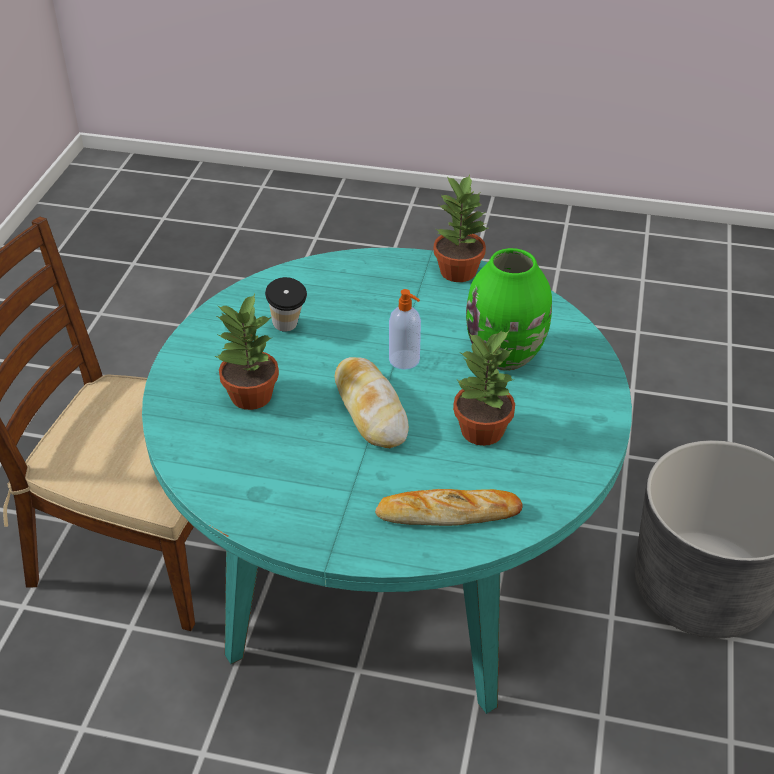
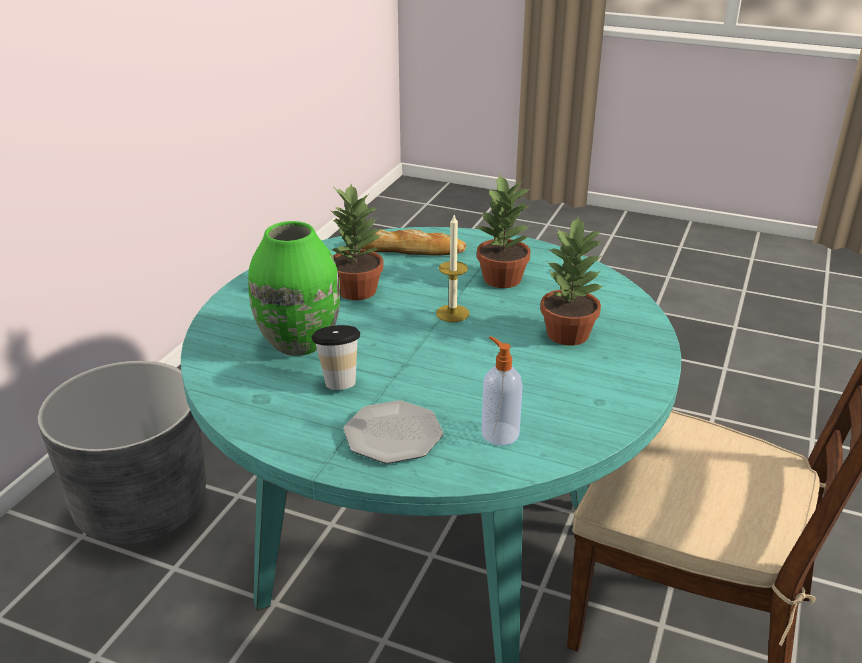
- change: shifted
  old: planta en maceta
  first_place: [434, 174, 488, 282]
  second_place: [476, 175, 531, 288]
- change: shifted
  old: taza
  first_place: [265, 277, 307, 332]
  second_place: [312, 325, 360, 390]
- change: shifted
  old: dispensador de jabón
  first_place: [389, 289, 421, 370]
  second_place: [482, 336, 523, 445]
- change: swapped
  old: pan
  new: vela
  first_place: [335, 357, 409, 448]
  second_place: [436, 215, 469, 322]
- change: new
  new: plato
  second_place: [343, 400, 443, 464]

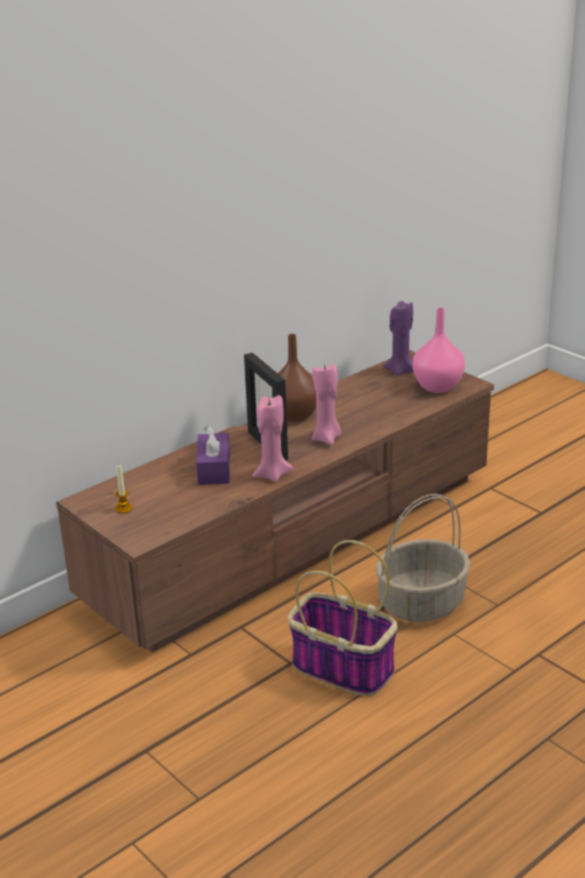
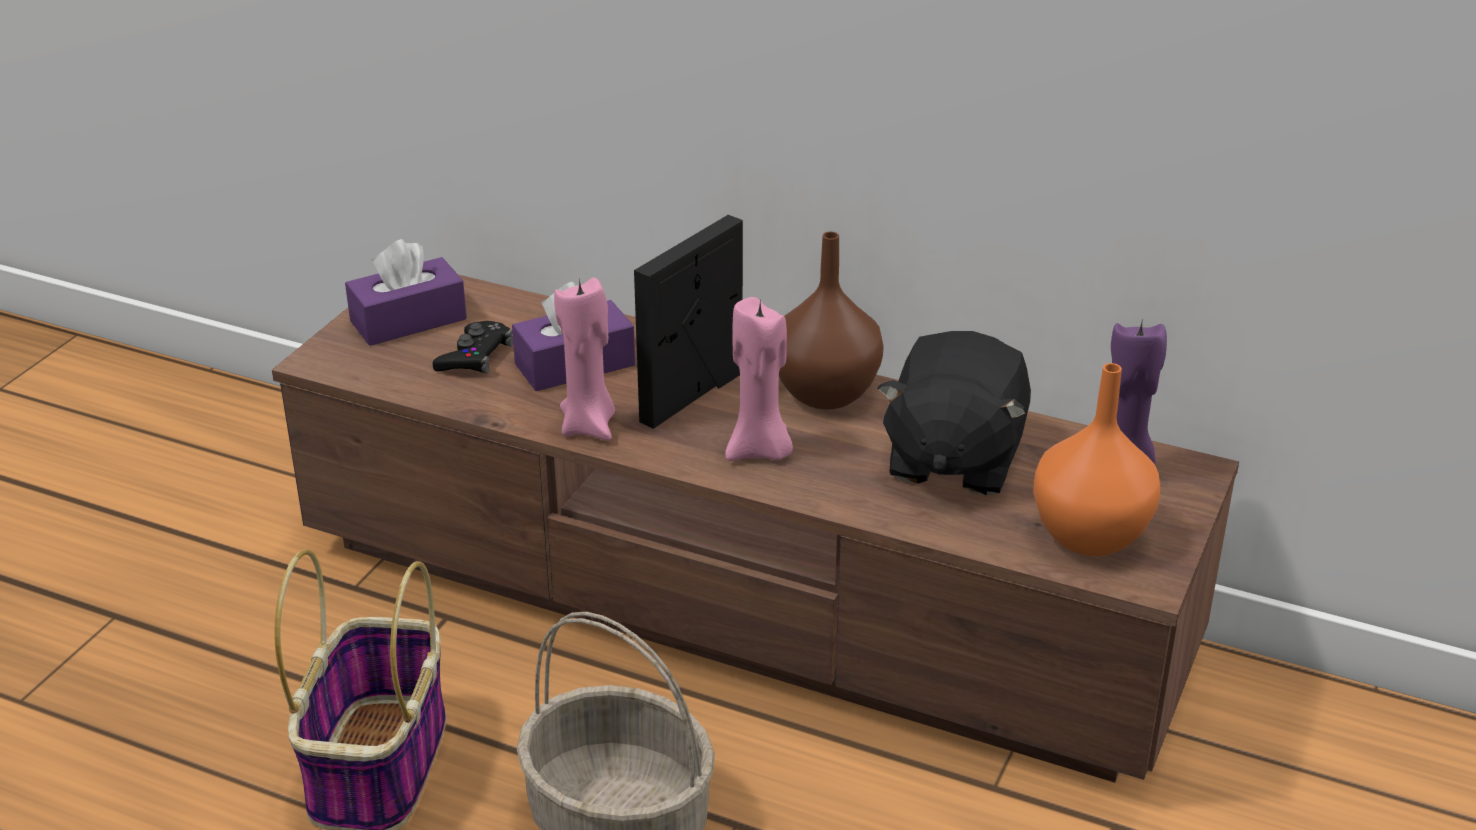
- change: repainted
  old: florero (rosa)
  new: florero (naranja)
  first_place: [413, 308, 465, 393]
  second_place: [1033, 363, 1160, 556]
- change: swapped
  old: vela
  new: caja de pañuelos (morado)
  first_place: [115, 465, 133, 513]
  second_place: [345, 239, 467, 346]
- change: new
  new: mando de consola (negro)
  second_place: [432, 321, 513, 374]
- change: new
  new: peluche (negro)
  second_place: [877, 331, 1031, 496]

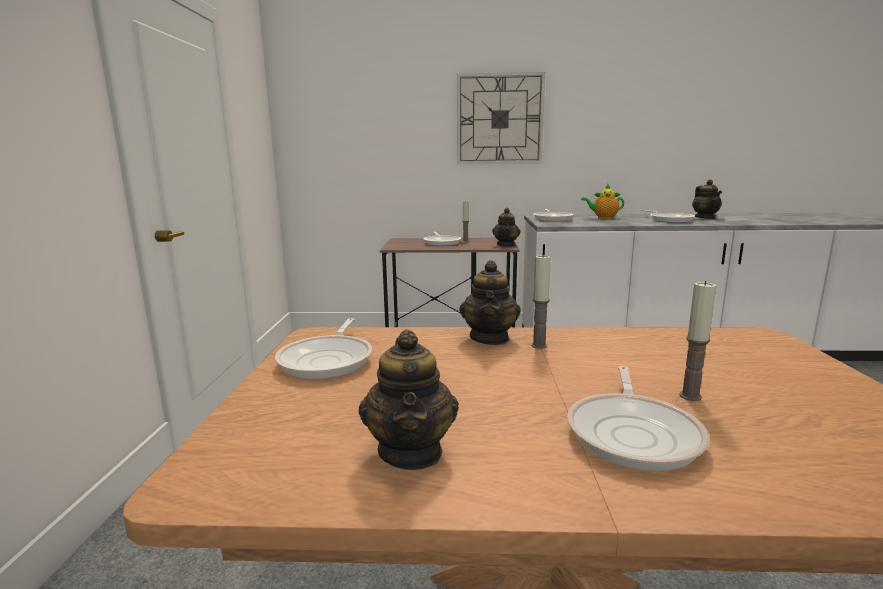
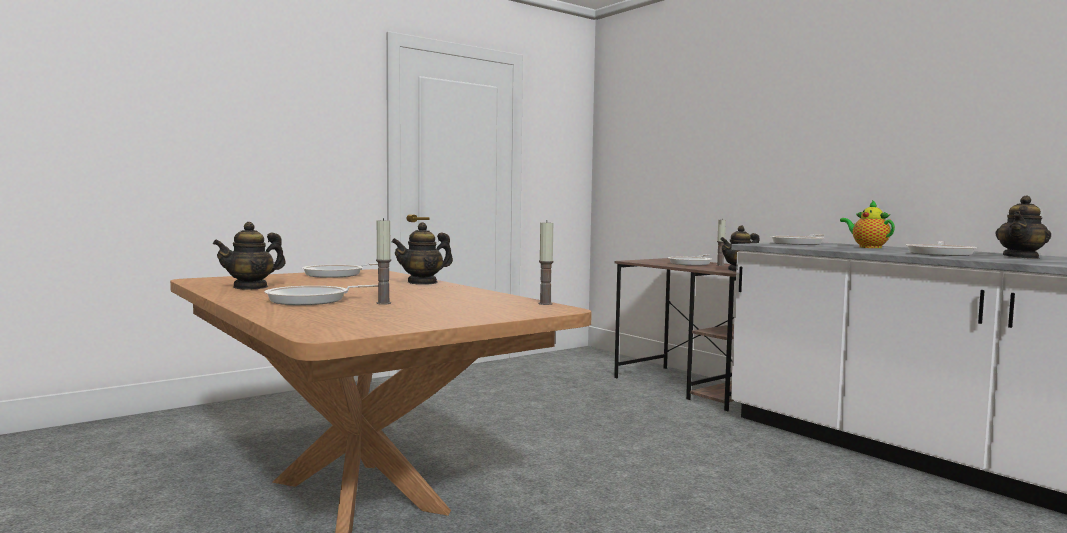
- change: gone
  old: reloj de pared
  first_place: [457, 72, 545, 164]
- change: shifted
  old: vela
  first_place: [531, 254, 551, 349]
  second_place: [538, 220, 554, 305]

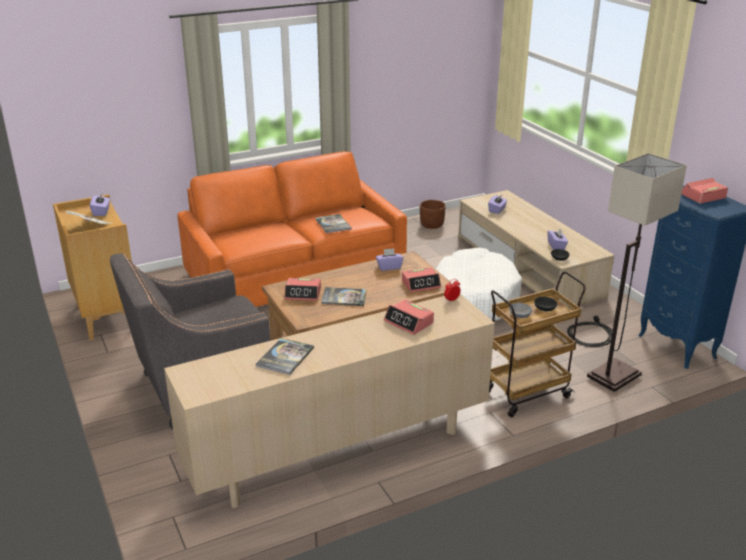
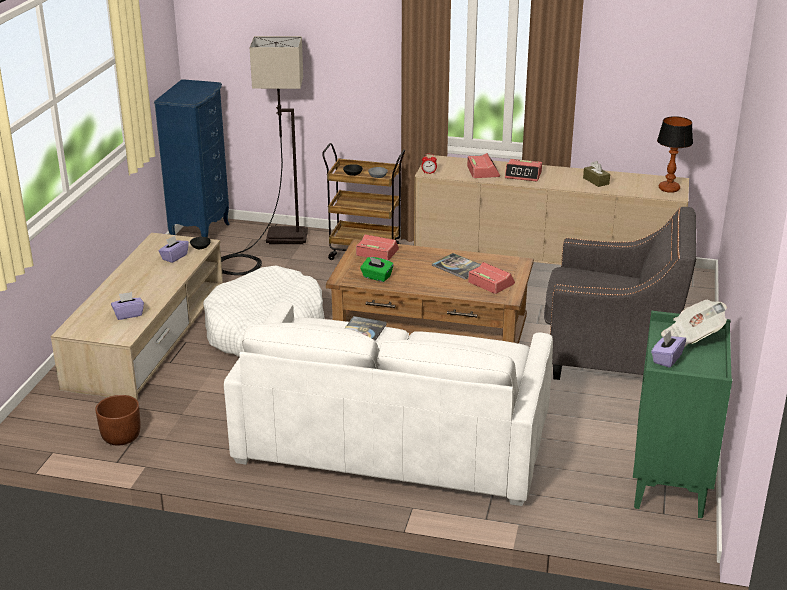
- change: repainted
  old: sofá (naranja)
  new: sofá (blanco)
  first_place: [177, 151, 407, 307]
  second_place: [224, 302, 553, 506]
- change: shifted
  old: despertador
  first_place: [681, 178, 728, 204]
  second_place: [505, 159, 542, 181]
- change: repainted
  old: armario (marrón)
  new: armario (verde)
  first_place: [53, 194, 132, 340]
  second_place: [633, 311, 732, 518]
- change: repainted
  old: caja de pañuelos (morado)
  new: caja de pañuelos (verde)
  first_place: [376, 248, 404, 271]
  second_place: [360, 257, 394, 282]
- change: swapped
  old: libro
  new: caja de pañuelos (marrón)
  first_place: [256, 338, 314, 375]
  second_place: [583, 161, 610, 187]
- change: new
  new: lámpara de mesa
  second_place: [657, 116, 693, 193]

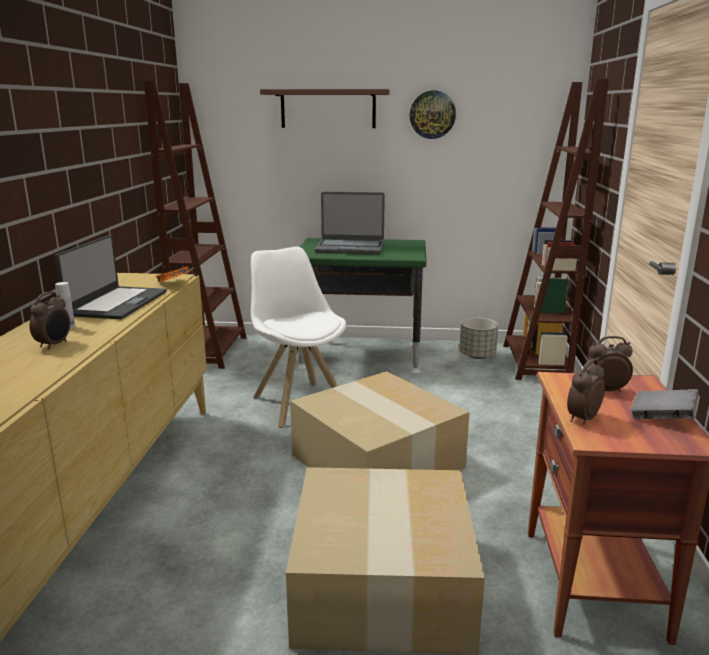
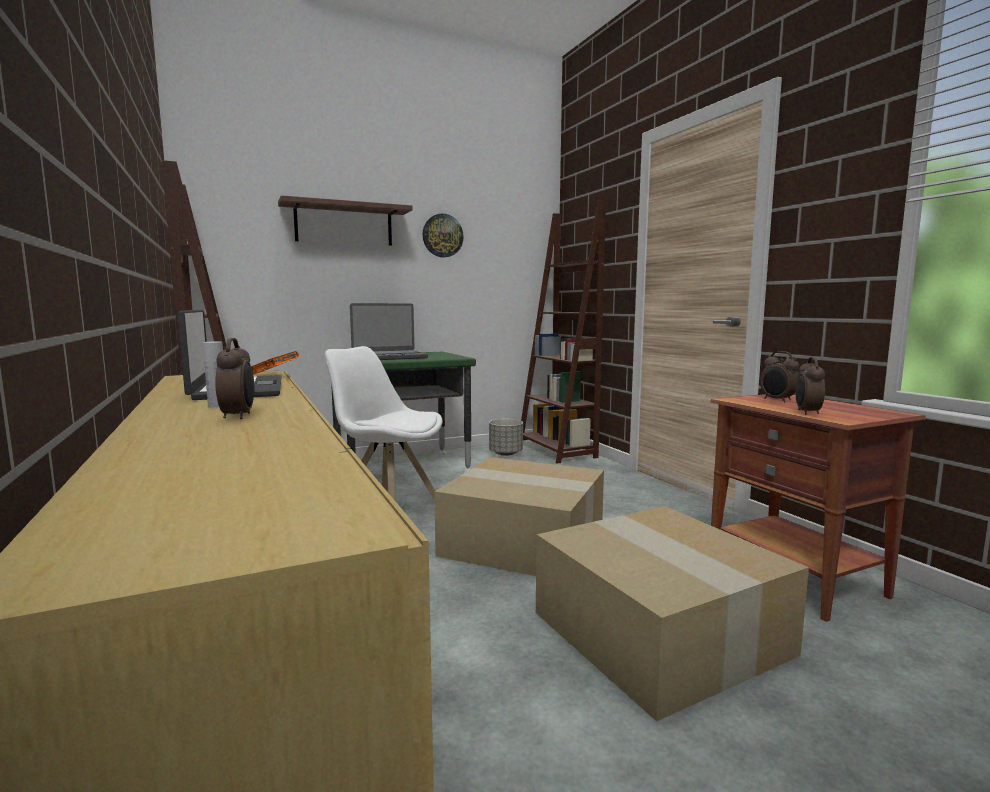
- change: rotated
  old: despertador
  first_place: [587, 336, 633, 392]
  second_place: [760, 351, 799, 402]
  degrees: -90
- change: gone
  old: libro (gris)
  first_place: [631, 389, 700, 419]

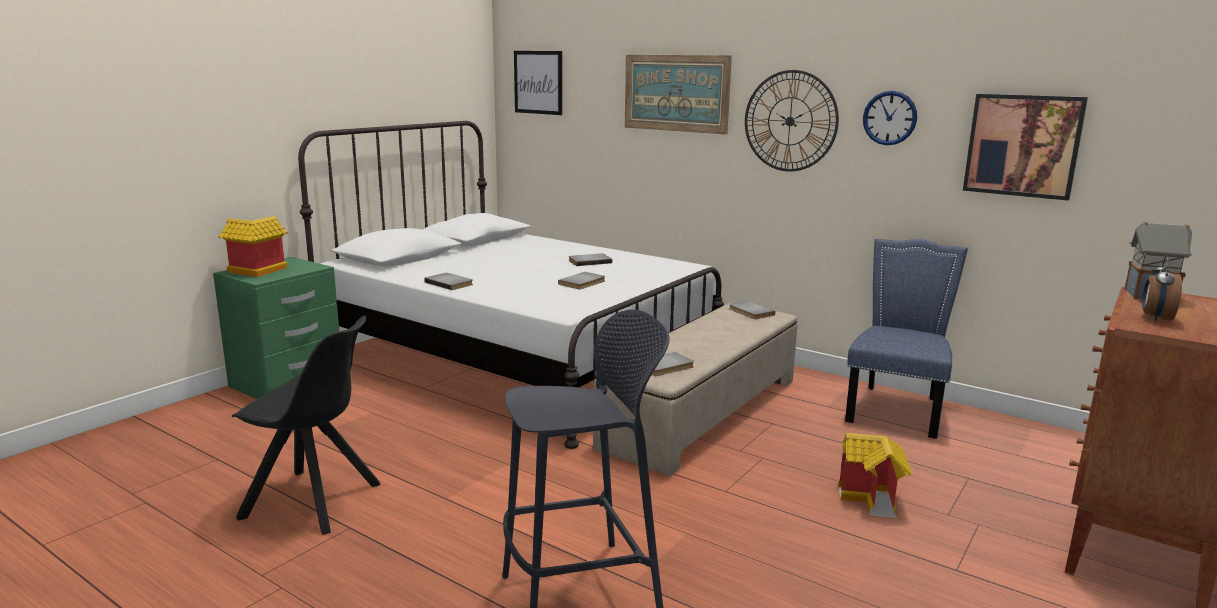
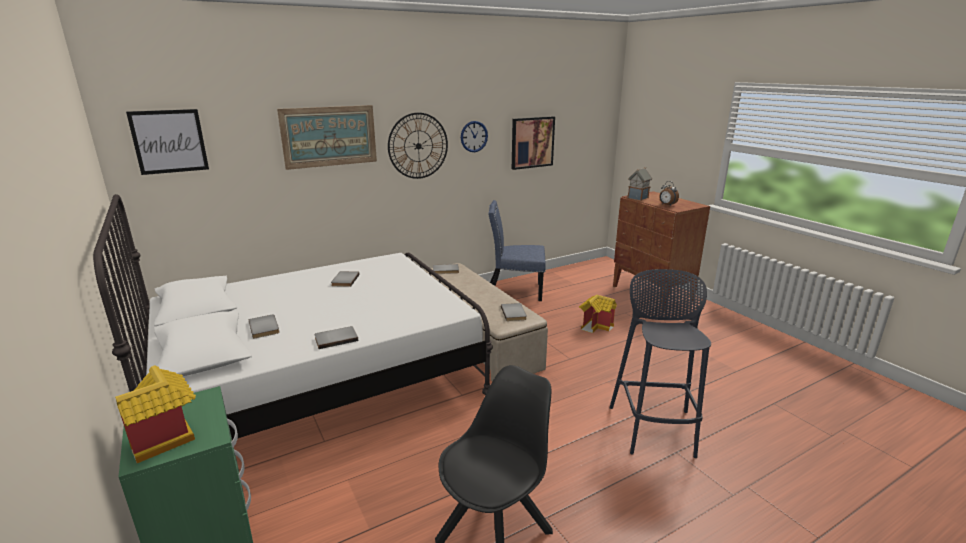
- change: rotated
  old: silla (azul)
  first_place: [845, 239, 968, 439]
  second_place: [488, 200, 546, 301]
  degrees: -45
- change: shifted
  old: libro (gris)
  first_place: [558, 272, 605, 289]
  second_place: [249, 314, 280, 339]

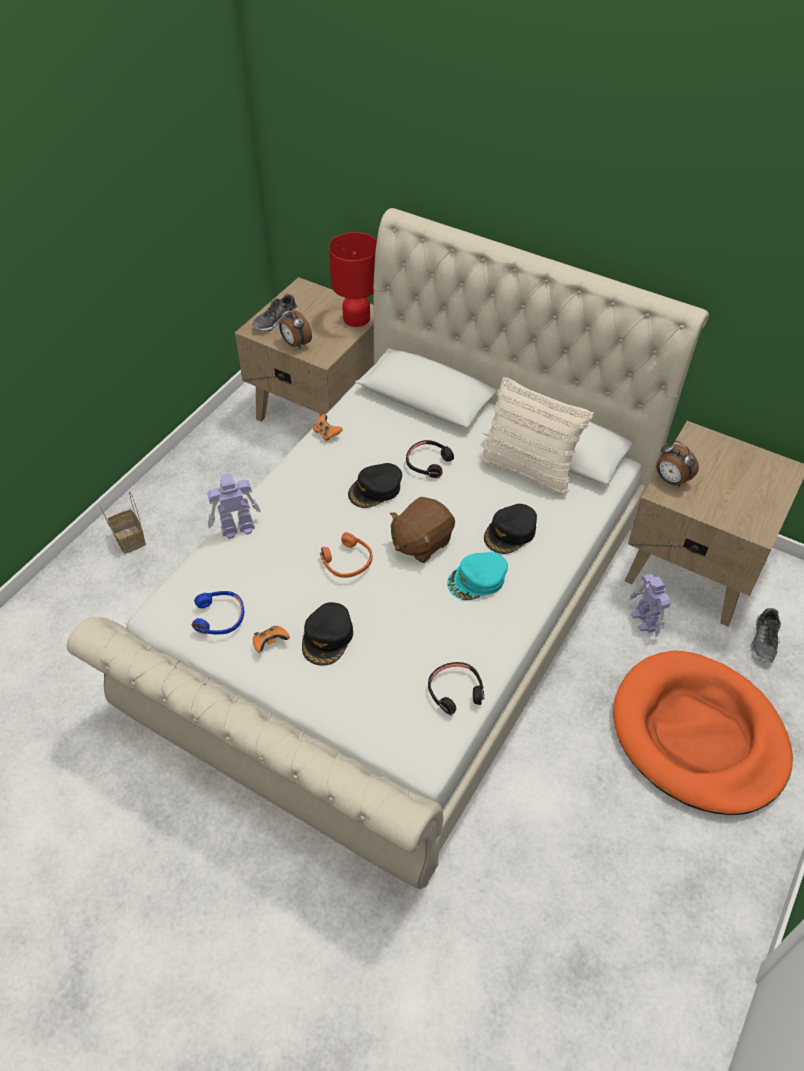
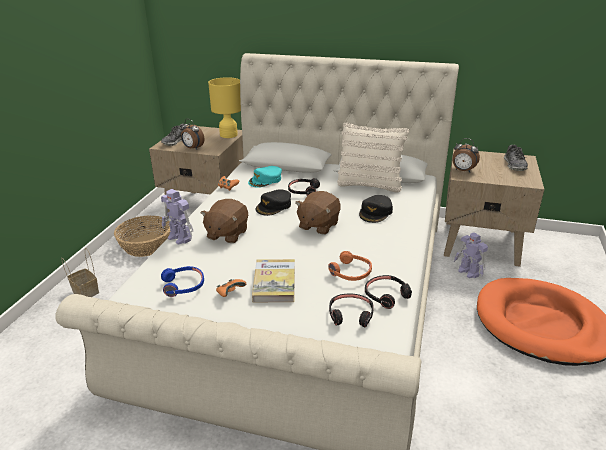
- change: repainted
  old: lámpara de mesa (rojo)
  new: lámpara de mesa (amarillo)
  first_place: [329, 232, 377, 327]
  second_place: [208, 77, 241, 138]
- change: rotated
  old: robot de juguete
  first_place: [207, 473, 260, 539]
  second_place: [161, 189, 193, 245]
  degrees: -105
- change: shifted
  old: auriculares (naranja)
  first_place: [320, 532, 373, 578]
  second_place: [328, 251, 372, 281]
- change: shifted
  old: gorra (turquesa)
  first_place: [447, 552, 508, 600]
  second_place: [248, 166, 282, 188]
- change: swapped
  old: gorra (negro)
  new: libro
  first_place: [302, 602, 353, 666]
  second_place: [252, 259, 295, 303]
- change: shifted
  old: zapato
  first_place: [751, 608, 781, 663]
  second_place: [504, 145, 528, 171]
- change: new
  new: peluche (marrón)
  second_place: [200, 199, 248, 243]
- change: new
  new: cesta
  second_place: [114, 216, 170, 257]
- change: new
  new: auriculares (negro)
  second_place: [329, 294, 374, 327]

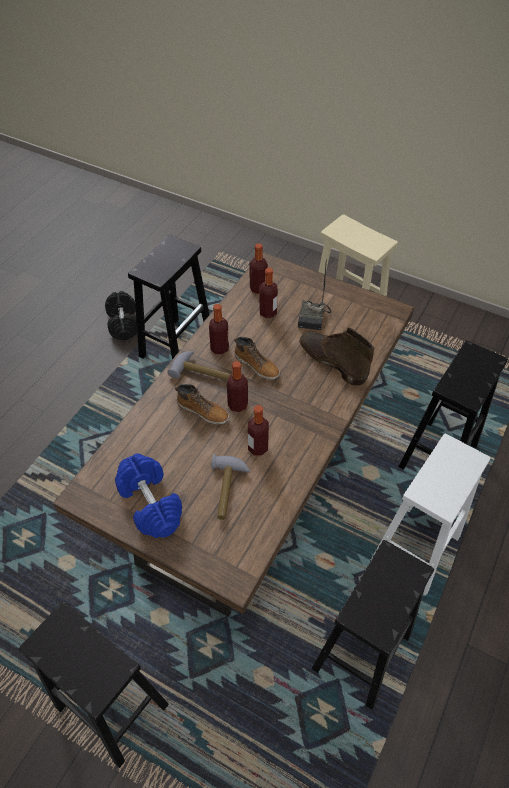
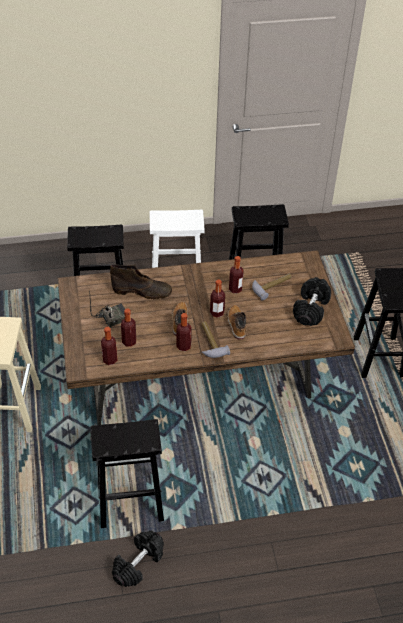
- change: rotated
  old: bota (marrón)
  first_place: [299, 328, 374, 386]
  second_place: [110, 264, 172, 299]
  degrees: -90
- change: repainted
  old: mancuerna (azul)
  new: mancuerna (negro)
  first_place: [115, 454, 182, 538]
  second_place: [293, 277, 331, 326]

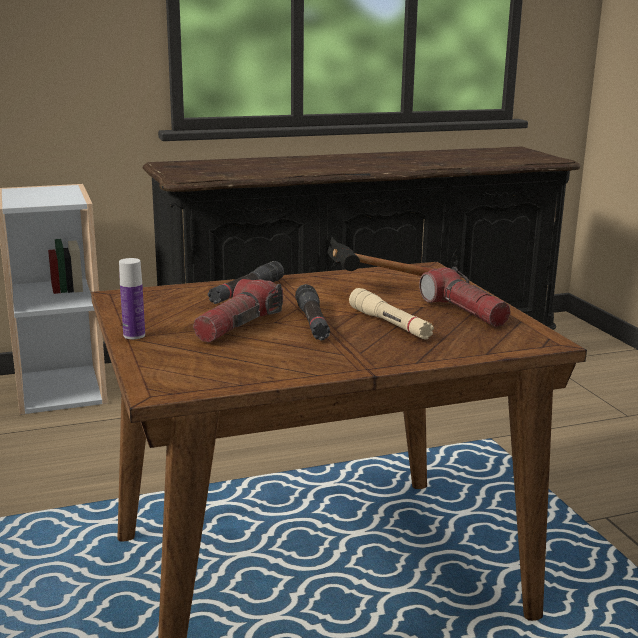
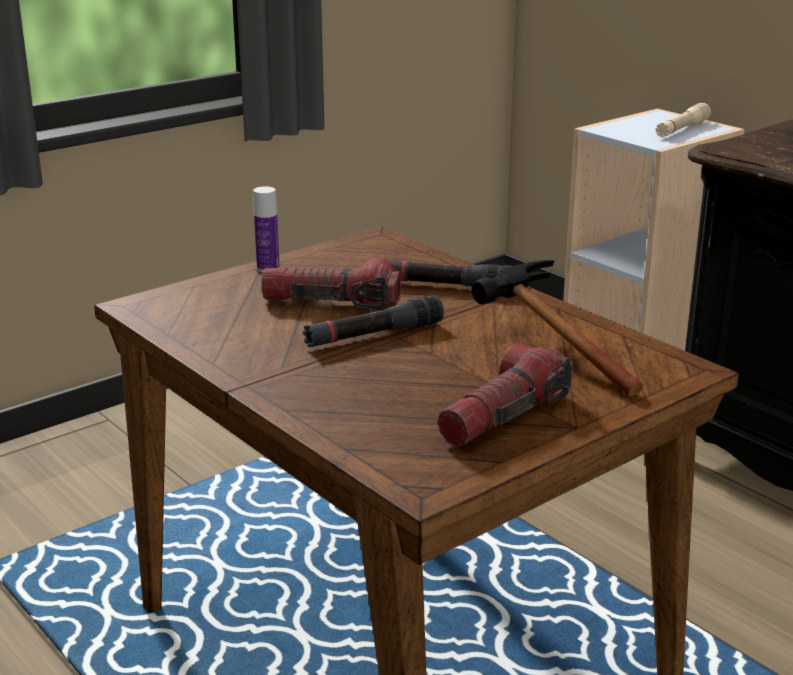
- change: shifted
  old: linterna (beis)
  first_place: [349, 288, 434, 340]
  second_place: [656, 103, 711, 137]

